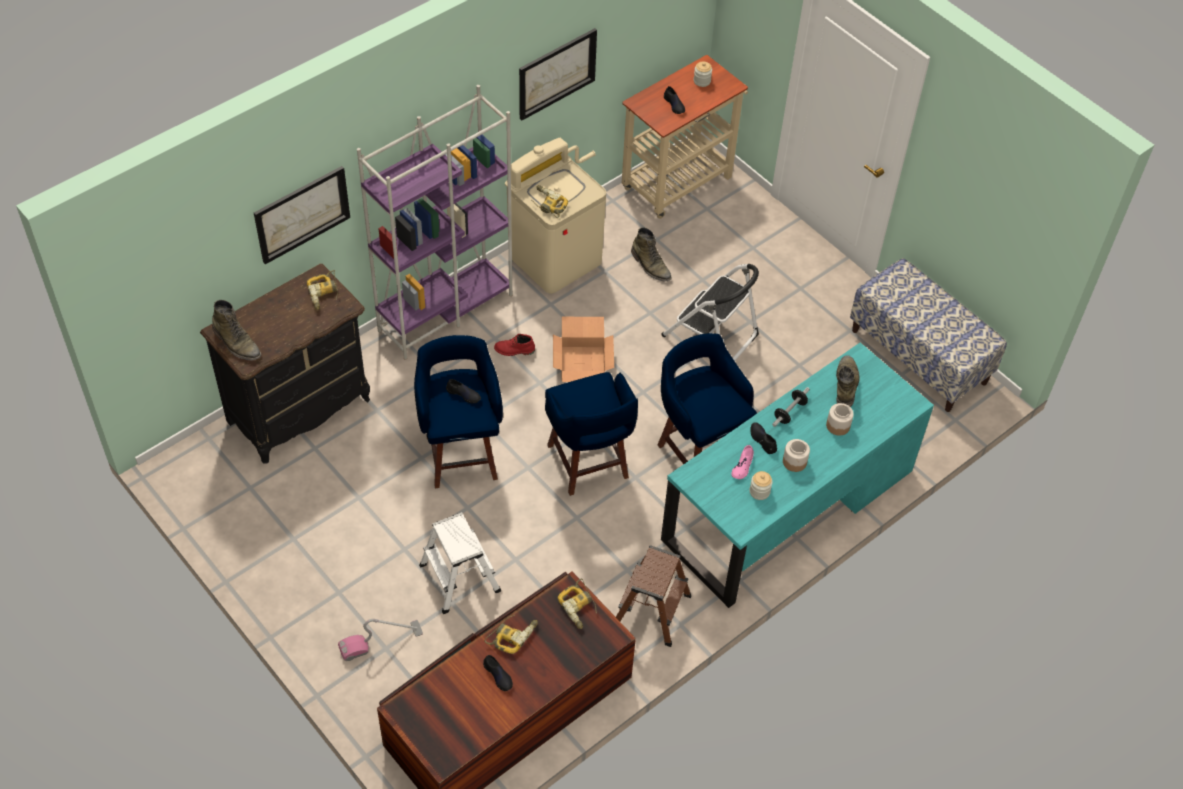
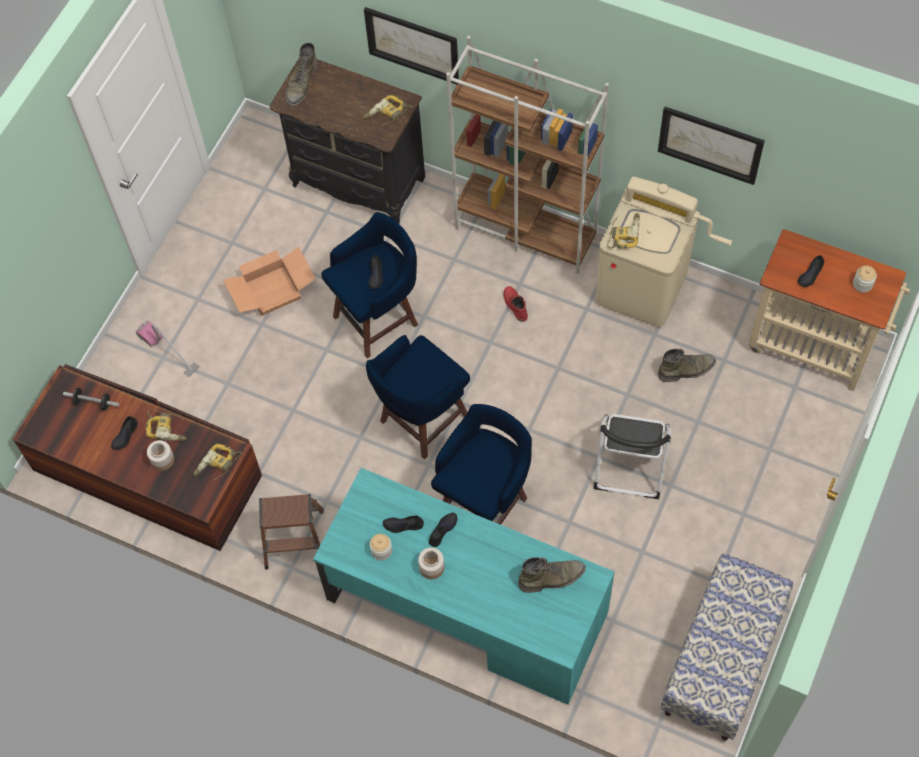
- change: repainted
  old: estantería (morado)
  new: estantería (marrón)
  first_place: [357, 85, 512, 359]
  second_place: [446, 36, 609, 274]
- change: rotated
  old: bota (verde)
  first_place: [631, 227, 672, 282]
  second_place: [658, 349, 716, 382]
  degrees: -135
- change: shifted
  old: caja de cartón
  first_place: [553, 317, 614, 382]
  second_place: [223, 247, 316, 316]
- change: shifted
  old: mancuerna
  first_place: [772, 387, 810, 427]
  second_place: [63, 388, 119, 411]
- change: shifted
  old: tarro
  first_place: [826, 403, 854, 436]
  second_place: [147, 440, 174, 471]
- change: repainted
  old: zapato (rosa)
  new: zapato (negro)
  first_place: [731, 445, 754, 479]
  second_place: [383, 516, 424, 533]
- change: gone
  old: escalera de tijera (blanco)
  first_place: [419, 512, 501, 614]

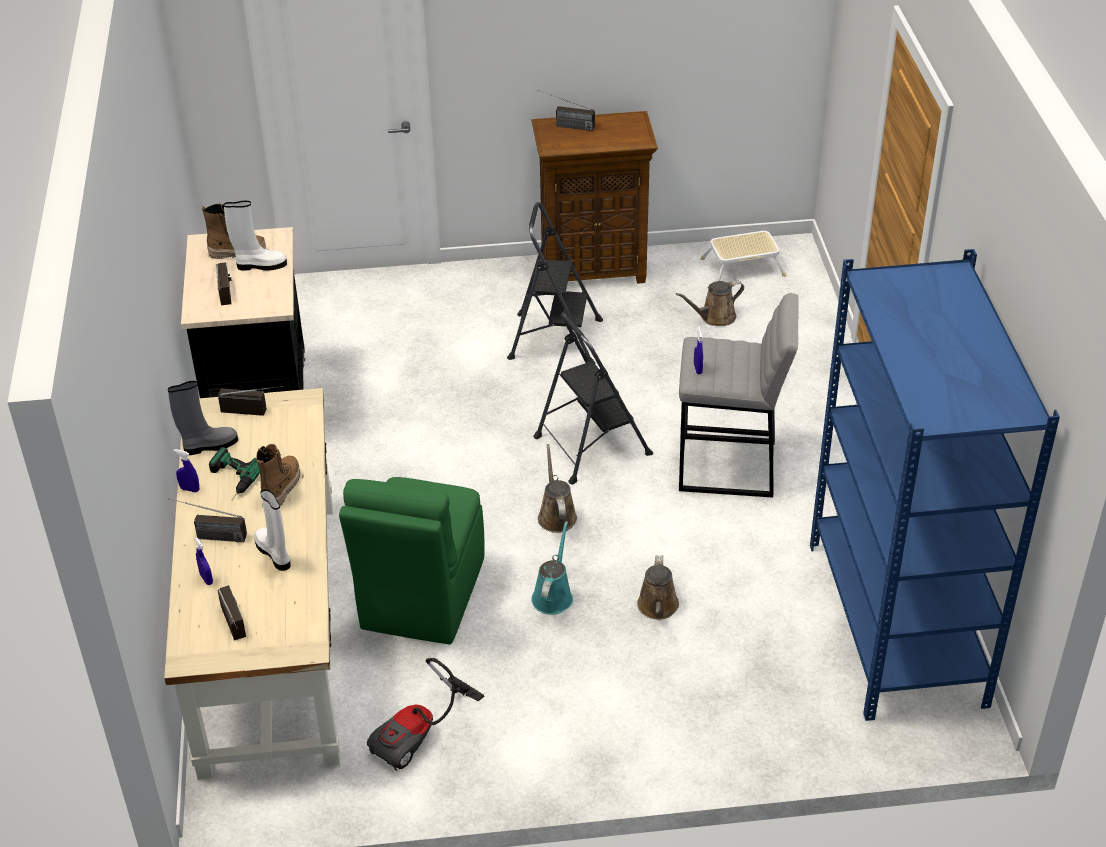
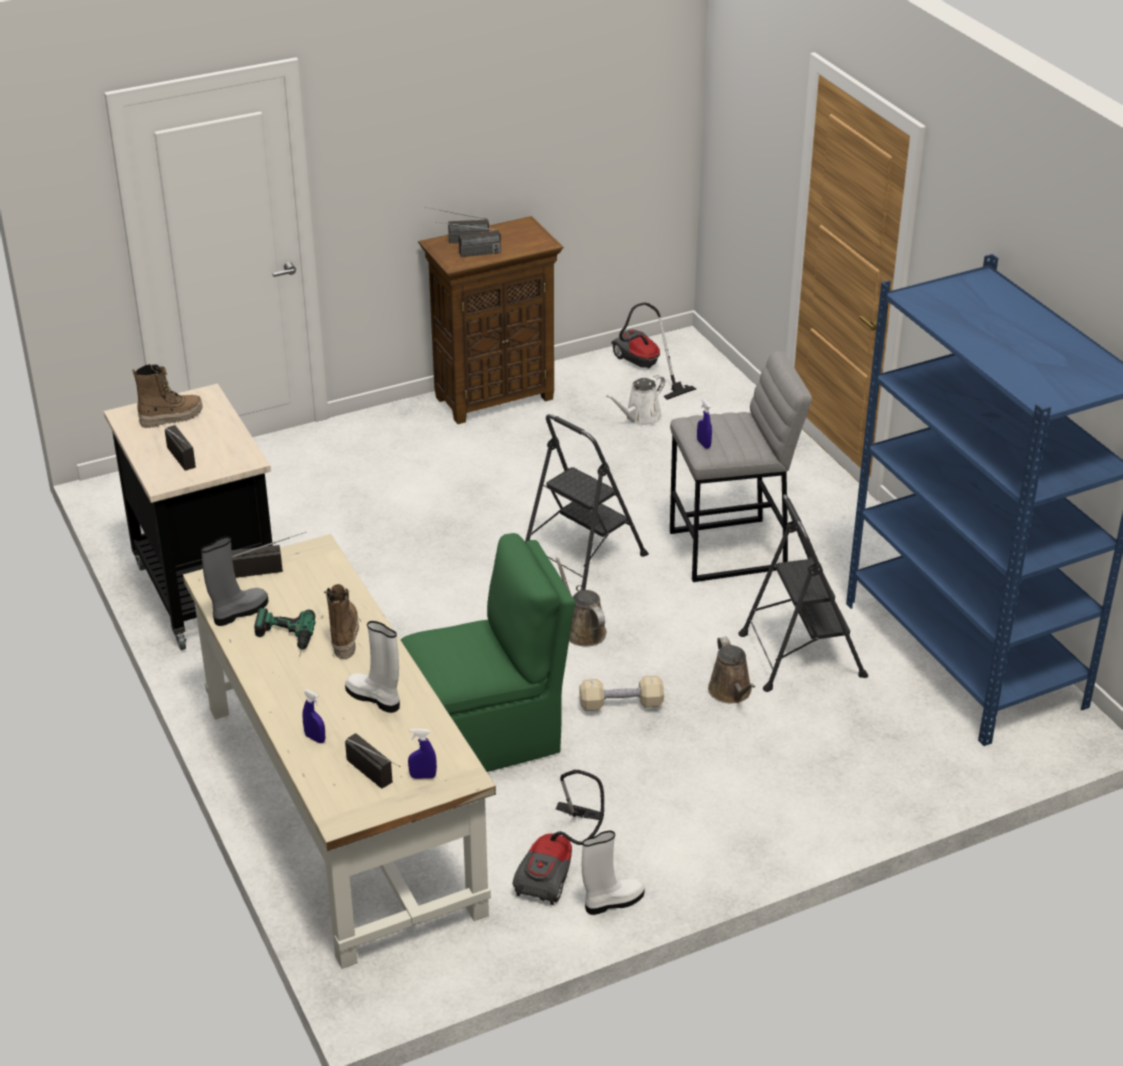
- change: shifted
  old: bota (blanco)
  first_place: [224, 201, 287, 271]
  second_place: [582, 831, 645, 915]
- change: shifted
  old: escalera de tijera (negro)
  first_place: [507, 202, 603, 364]
  second_place: [738, 494, 868, 692]
- change: swapped
  old: escalera de tijera (beis)
  new: aspiradora
  first_place: [700, 231, 787, 281]
  second_place: [611, 302, 696, 400]
- change: repainted
  old: regadera (marrón)
  new: regadera (blanco)
  first_place: [676, 280, 744, 326]
  second_place: [606, 375, 665, 426]
- change: shifted
  old: pulverizador (azul)
  first_place: [174, 449, 199, 492]
  second_place: [408, 729, 437, 779]
- change: rotated
  old: silla (verde)
  first_place: [339, 477, 485, 645]
  second_place: [401, 533, 576, 772]
  degrees: -105
- change: shifted
  old: radio
  first_place: [168, 498, 247, 542]
  second_place: [436, 222, 501, 257]
- change: swapped
  old: regadera (turquesa)
  new: mancuerna (beis)
  first_place: [531, 521, 573, 615]
  second_place: [579, 676, 664, 711]

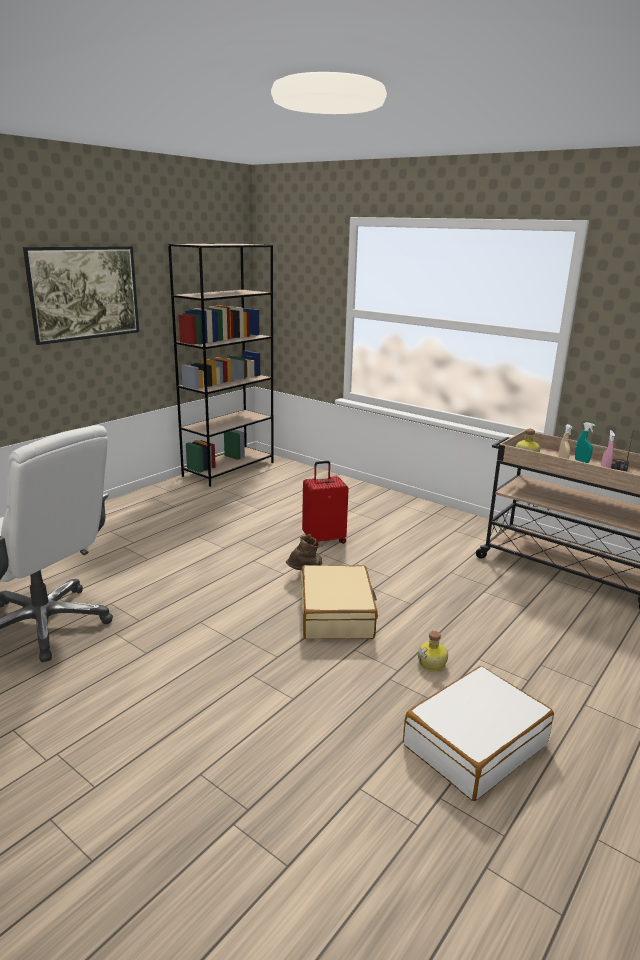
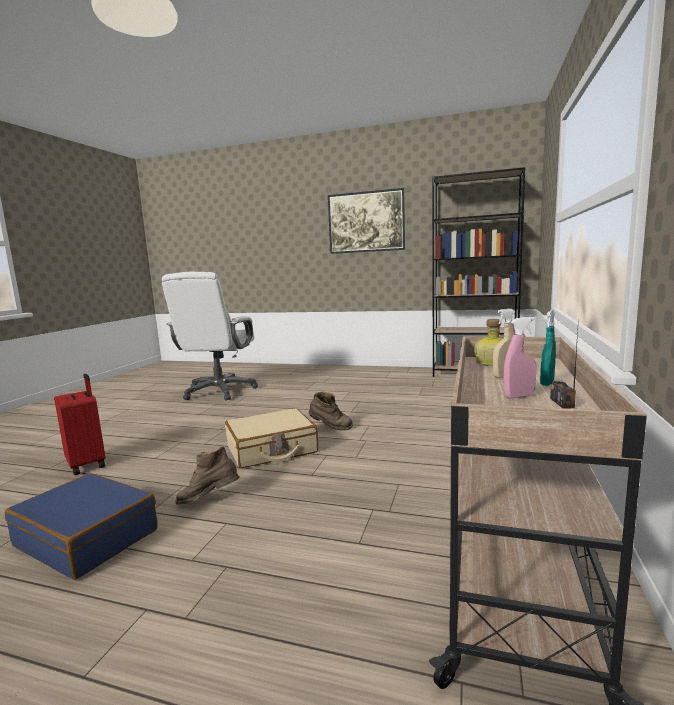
- change: shifted
  old: maleta (rojo)
  first_place: [302, 461, 349, 546]
  second_place: [54, 374, 106, 475]
- change: swapped
  old: botella
  new: bota (marrón)
  first_place: [418, 631, 448, 672]
  second_place: [175, 446, 240, 505]
- change: repainted
  old: maleta (blanco)
  new: maleta (azul)
  first_place: [403, 666, 554, 801]
  second_place: [5, 473, 158, 580]

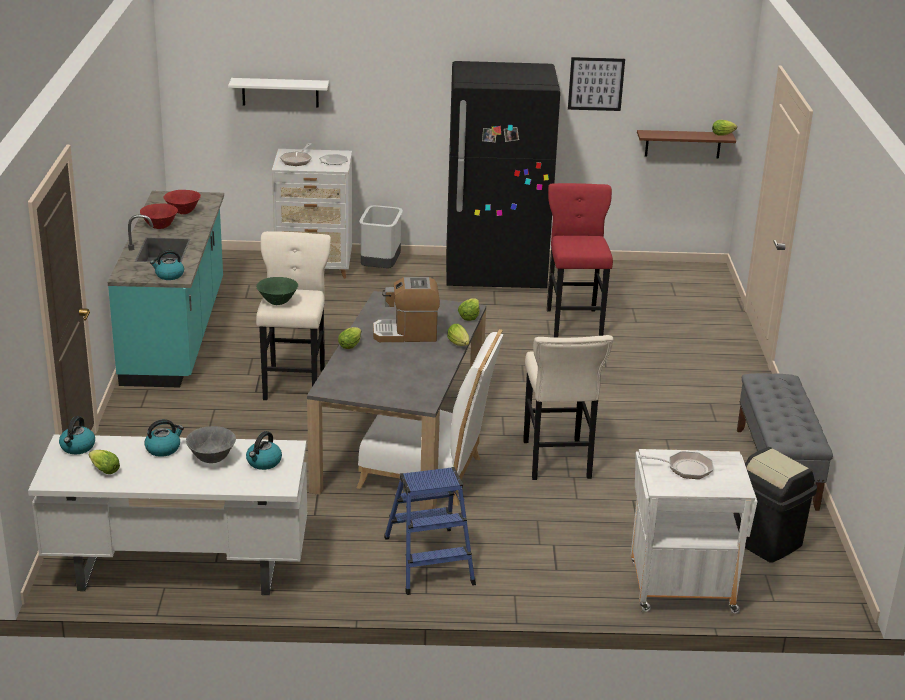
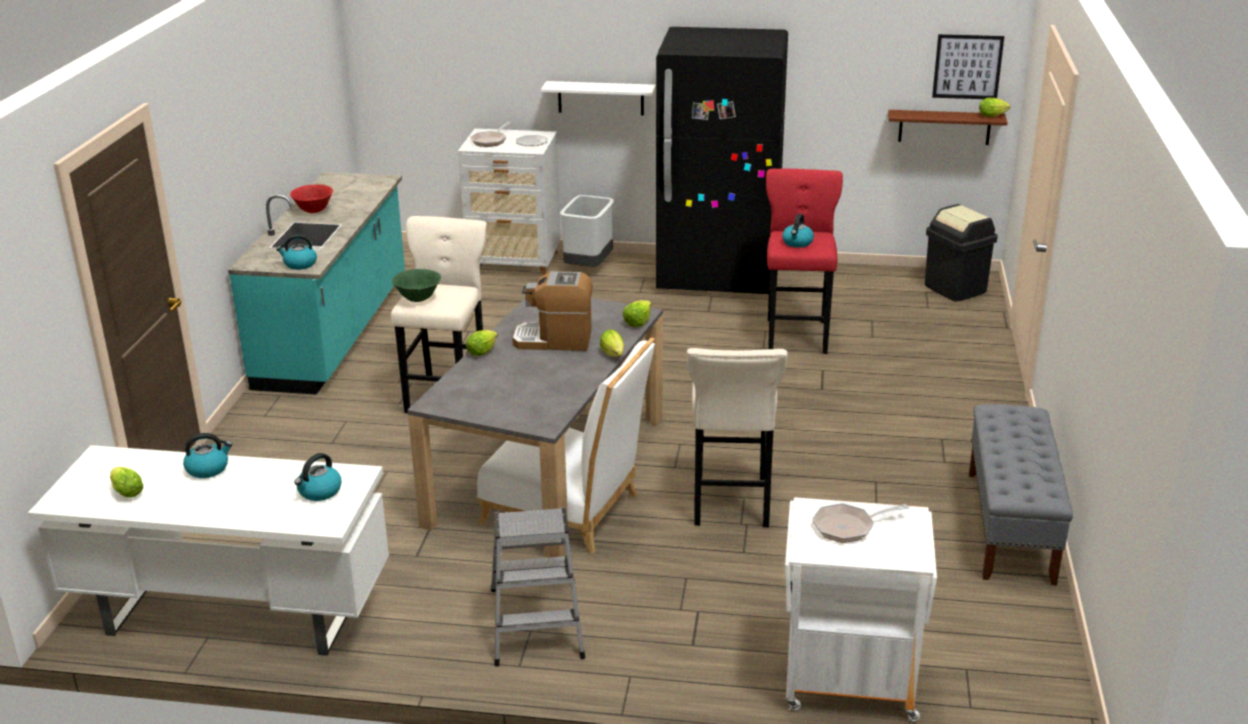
- change: shifted
  old: cuadro
  first_place: [568, 57, 625, 111]
  second_place: [932, 34, 1004, 99]
- change: shifted
  old: estante (blanco)
  first_place: [228, 78, 329, 108]
  second_place: [541, 81, 656, 116]
- change: gone
  old: cuenco (rojo)
  first_place: [164, 190, 201, 214]
- change: shifted
  old: hervidor
  first_place: [59, 416, 95, 454]
  second_place: [782, 214, 814, 247]
- change: gone
  old: cuenco (gris)
  first_place: [186, 426, 236, 463]
- change: shifted
  old: papelera (negro)
  first_place: [733, 447, 817, 563]
  second_place: [925, 204, 998, 302]
- change: rotated
  old: sartén
  first_place: [638, 451, 713, 479]
  second_place: [812, 503, 909, 543]
  degrees: 150
- change: repainted
  old: escalera de tijera (azul)
  new: escalera de tijera (gris)
  first_place: [384, 467, 476, 595]
  second_place: [491, 508, 585, 667]

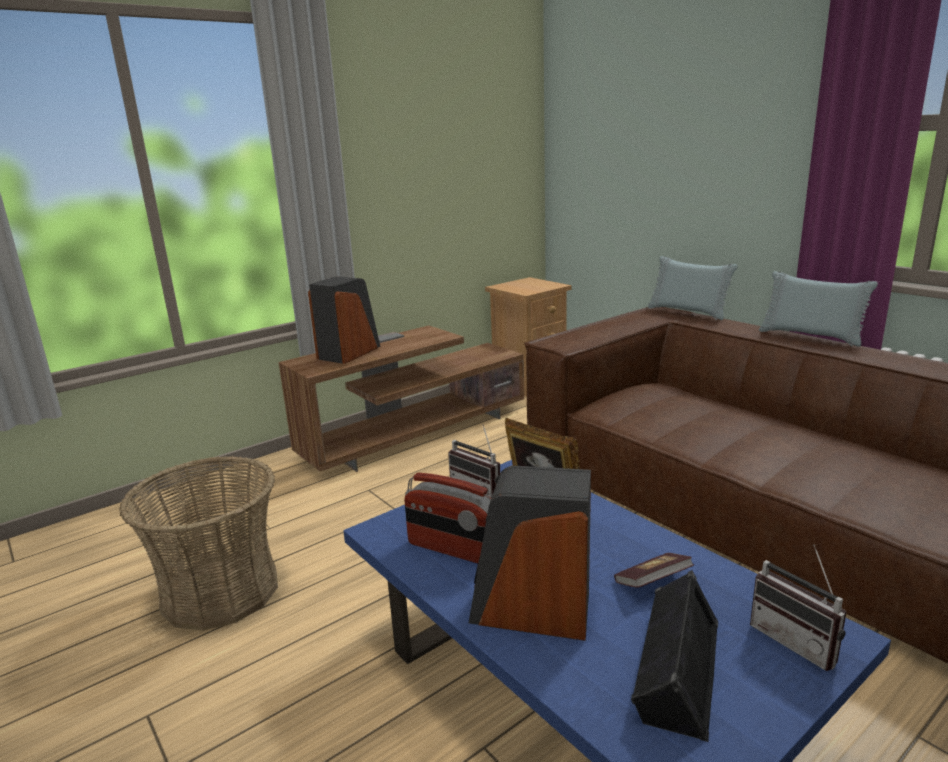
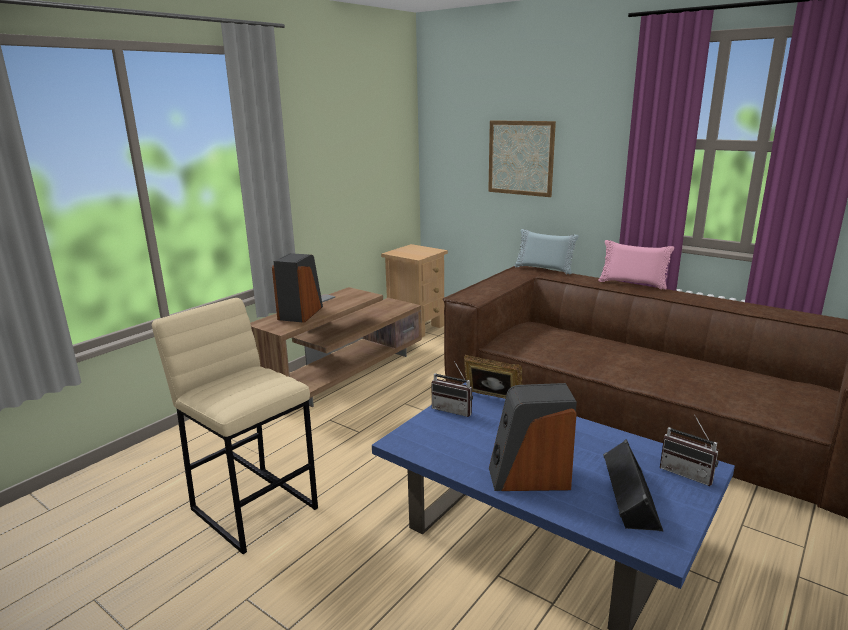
- change: repainted
  old: cojín (azul)
  new: cojín (rosa)
  first_place: [759, 271, 878, 347]
  second_place: [598, 240, 674, 290]
- change: swapped
  old: cesta
  new: taburete (beis)
  first_place: [119, 456, 278, 631]
  second_place: [152, 298, 318, 554]
- change: gone
  old: radio
  first_place: [404, 473, 492, 563]
- change: gone
  old: libro
  first_place: [614, 553, 694, 588]
- change: new
  new: cuadro
  second_place: [488, 120, 556, 197]

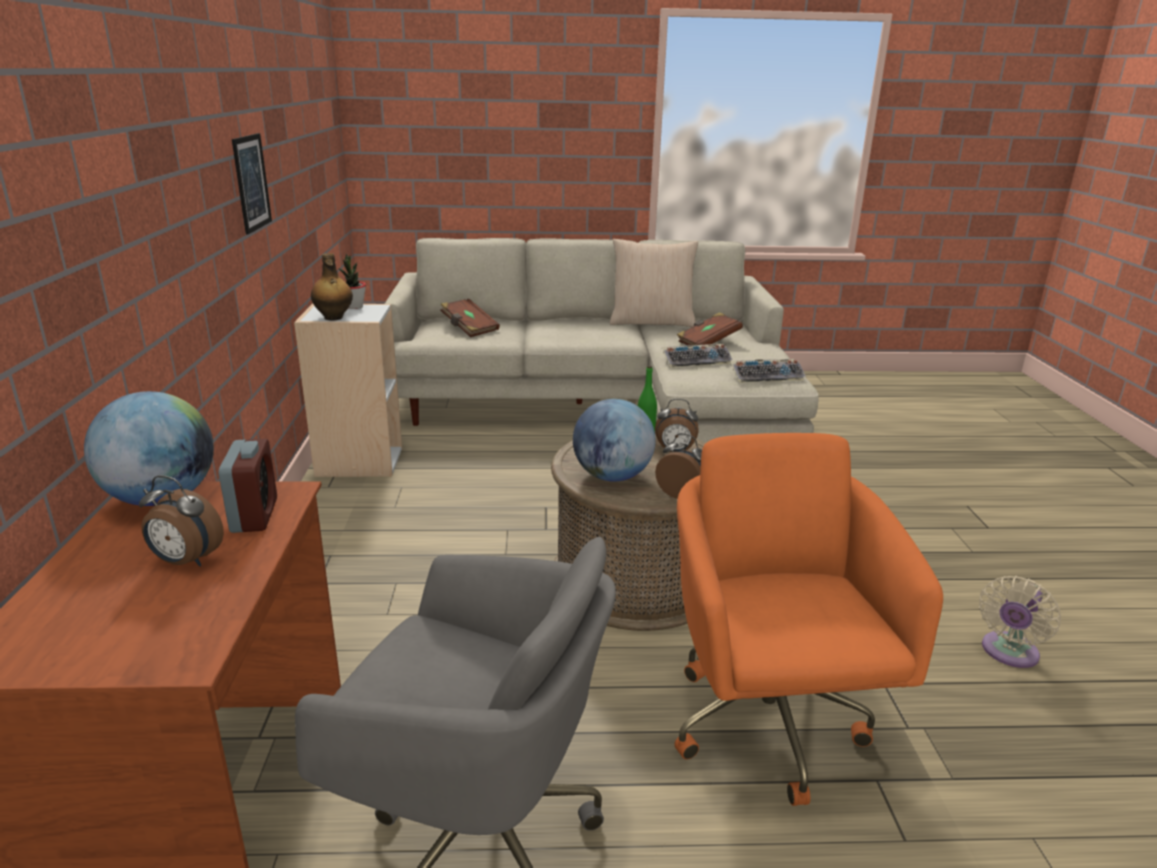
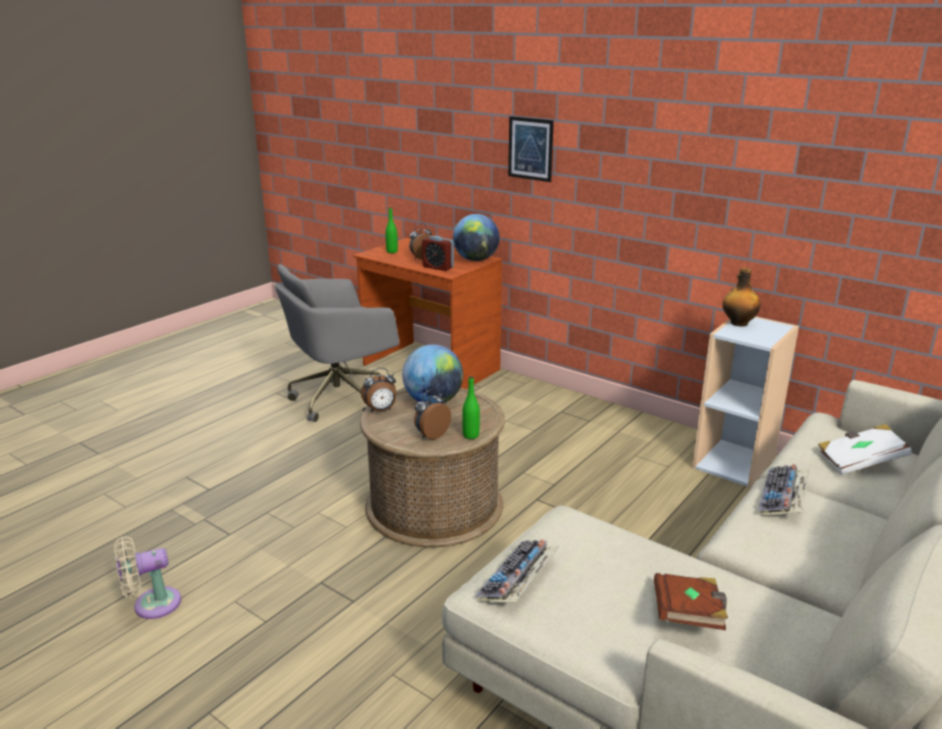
- change: shifted
  old: cuadro
  first_place: [232, 133, 272, 235]
  second_place: [508, 116, 554, 182]
- change: gone
  old: cojín (beis)
  first_place: [610, 239, 698, 327]
- change: gone
  old: planta en maceta
  first_place: [338, 254, 366, 309]
- change: repainted
  old: libro (marrón)
  new: libro (blanco)
  first_place: [440, 299, 500, 337]
  second_place: [818, 424, 912, 475]
- change: shifted
  old: teclado
  first_place: [662, 344, 733, 369]
  second_place: [758, 464, 809, 516]
- change: gone
  old: silla de oficina (naranja)
  first_place: [675, 433, 943, 806]
- change: rotated
  old: ventilador (beis)
  first_place: [979, 576, 1061, 668]
  second_place: [114, 536, 181, 619]
  degrees: -105
- change: new
  new: botella (verde)
  second_place: [385, 207, 398, 253]

